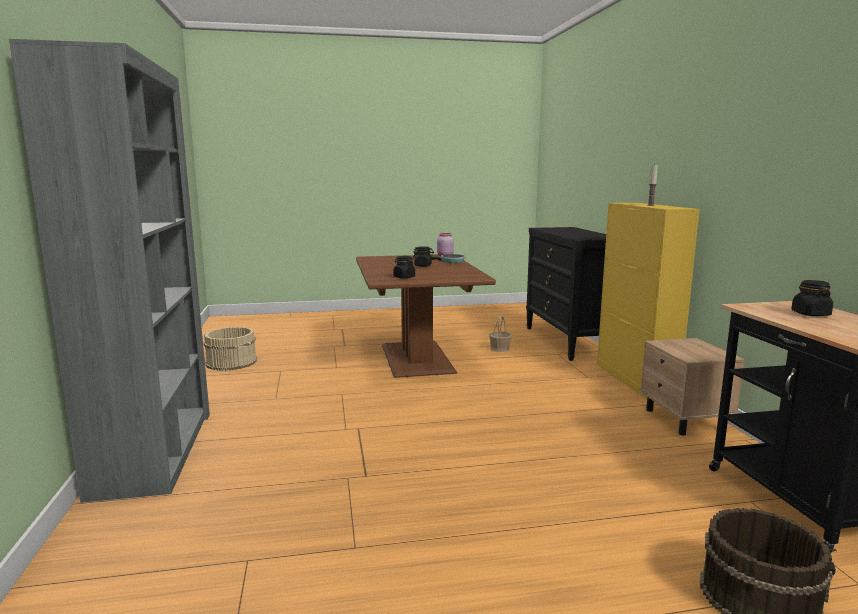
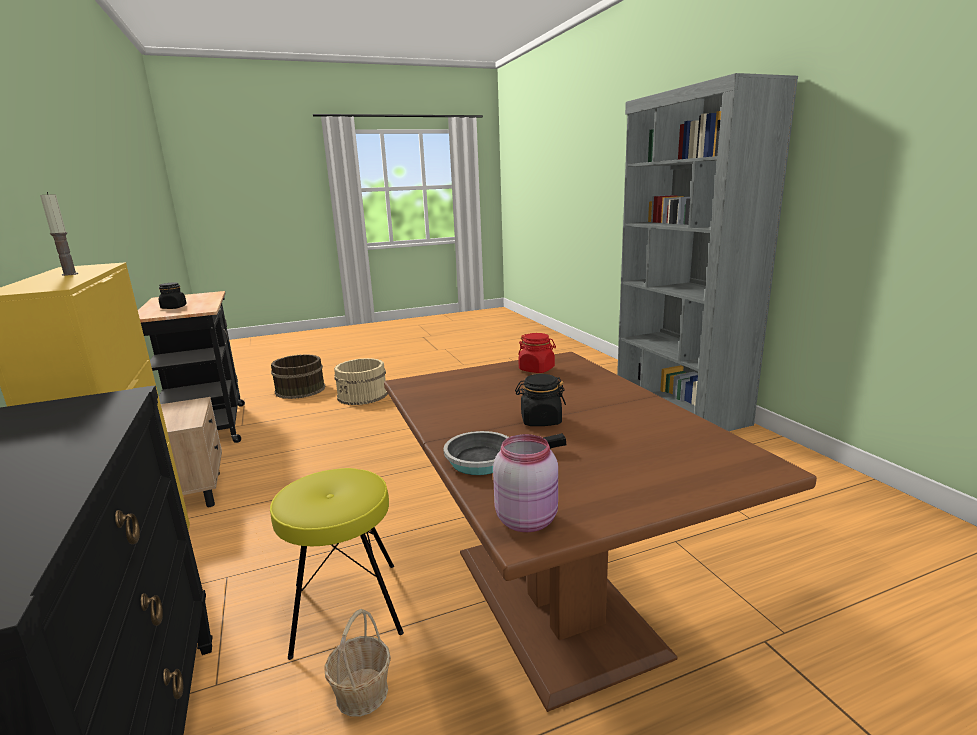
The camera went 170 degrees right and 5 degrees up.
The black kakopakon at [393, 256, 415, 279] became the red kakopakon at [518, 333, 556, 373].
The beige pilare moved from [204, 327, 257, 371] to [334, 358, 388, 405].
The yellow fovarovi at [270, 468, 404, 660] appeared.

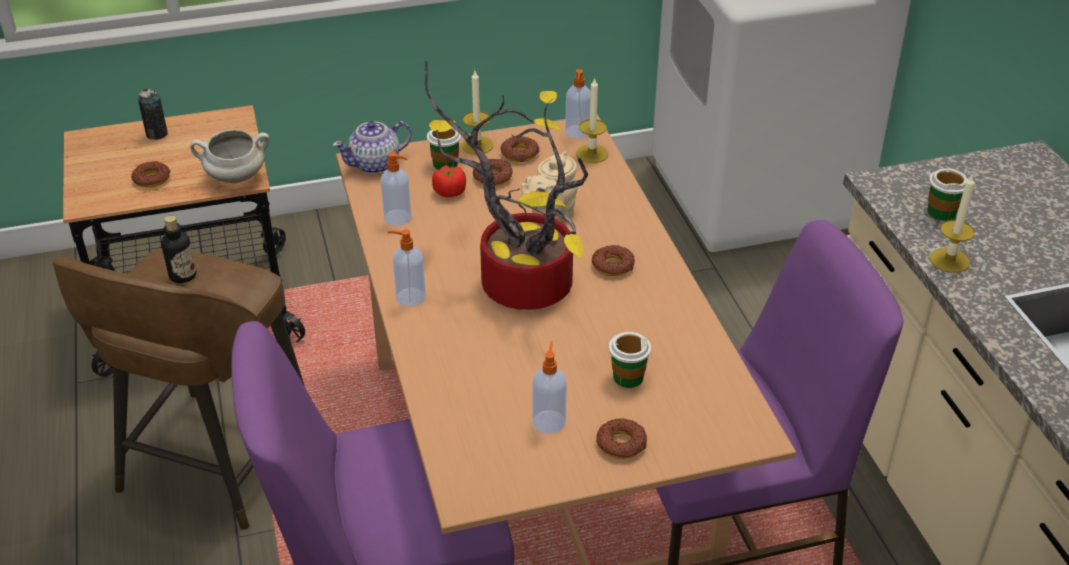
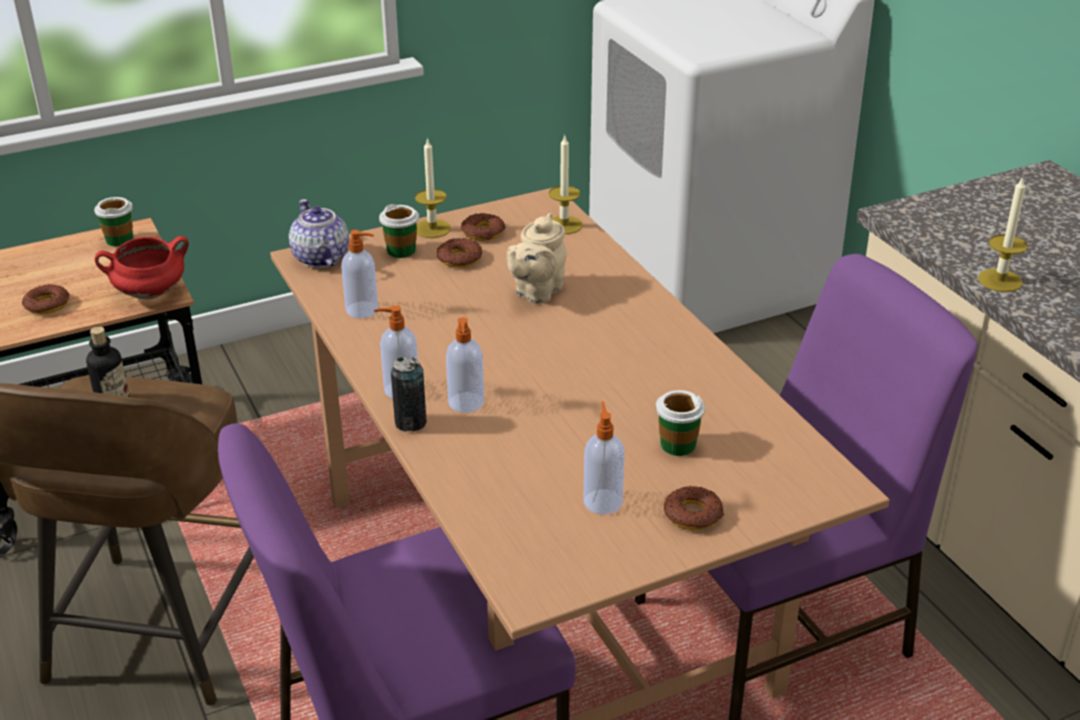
The camera went 10 degrees left and 5 degrees down.
The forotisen at [425, 61, 588, 310] disappeared.
The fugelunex moved from [565, 69, 591, 139] to [446, 317, 484, 413].
The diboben moved from [138, 89, 168, 140] to [391, 357, 427, 432].
The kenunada at [333, 121, 412, 174] turned 105 degrees clockwise.
The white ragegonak at [190, 129, 270, 183] became the red ragegonak at [95, 236, 189, 299].
The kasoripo at [432, 165, 466, 197] disappeared.
The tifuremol moved from [927, 168, 968, 221] to [94, 197, 133, 247].
The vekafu at [591, 245, 635, 276] disappeared.

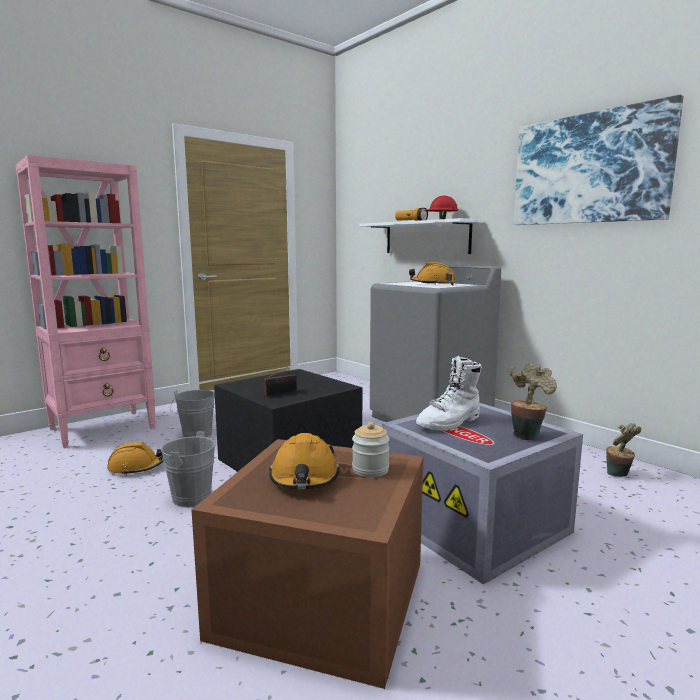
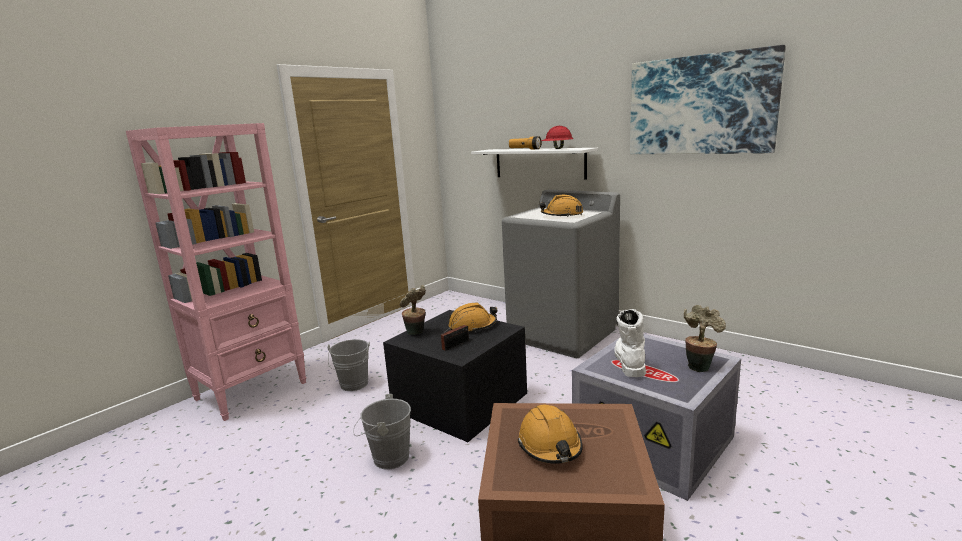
The camera went 10 degrees left and 5 degrees up.
The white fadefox at [416, 356, 482, 431] turned 150 degrees clockwise.
The kakopakon at [352, 422, 389, 477] disappeared.
The forotisen moved from [606, 423, 641, 477] to [400, 285, 426, 335].
The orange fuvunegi moved from [107, 442, 164, 476] to [449, 302, 497, 332].

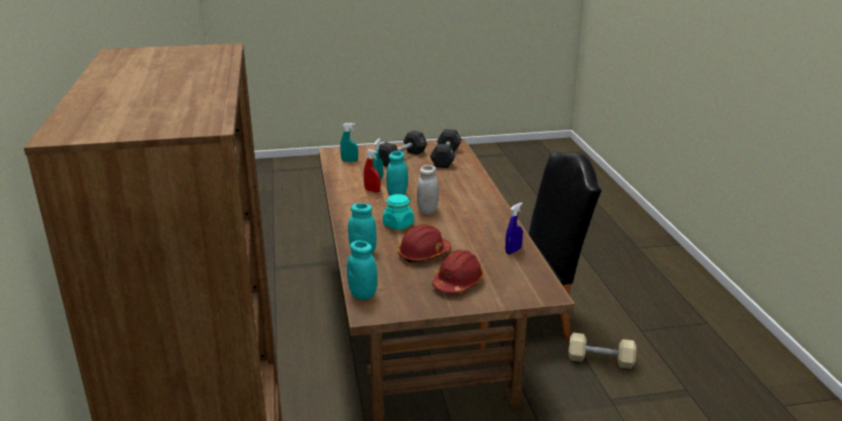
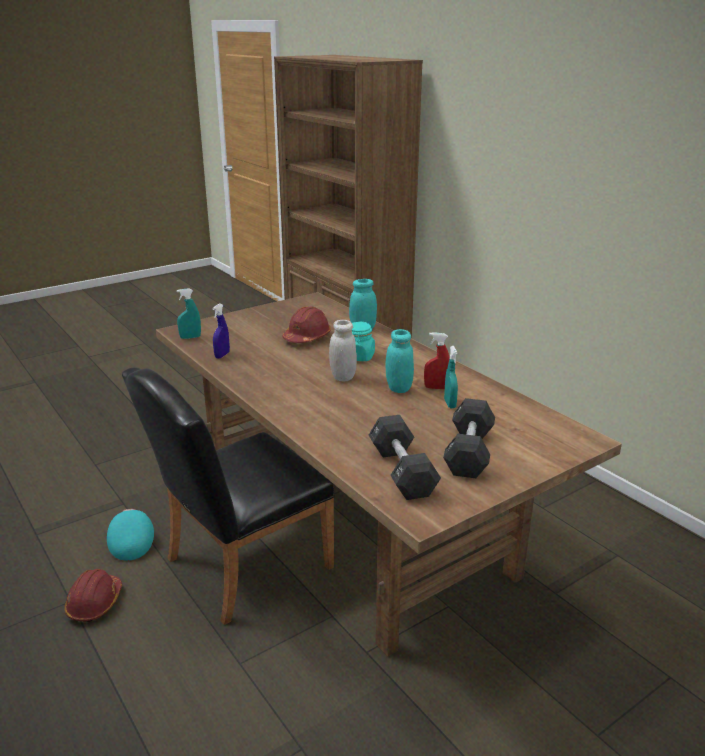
The camera went 155 degrees right and 0 degrees up.
The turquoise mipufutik moved from [340, 123, 358, 162] to [177, 288, 201, 339].
The turquoise kakopakon at [347, 240, 377, 300] disappeared.
The red fuvunegi moved from [432, 250, 484, 293] to [64, 569, 122, 622].
The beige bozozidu at [568, 333, 636, 369] was replaced by the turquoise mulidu at [107, 509, 154, 561].

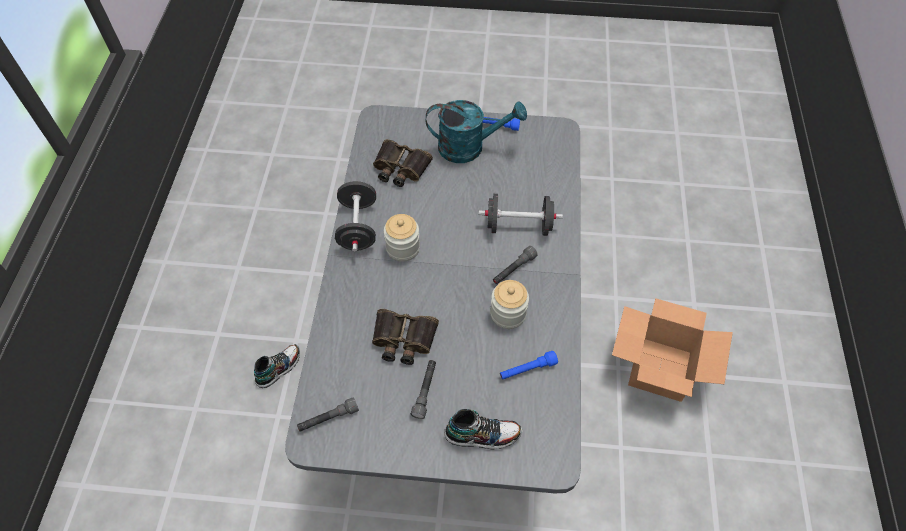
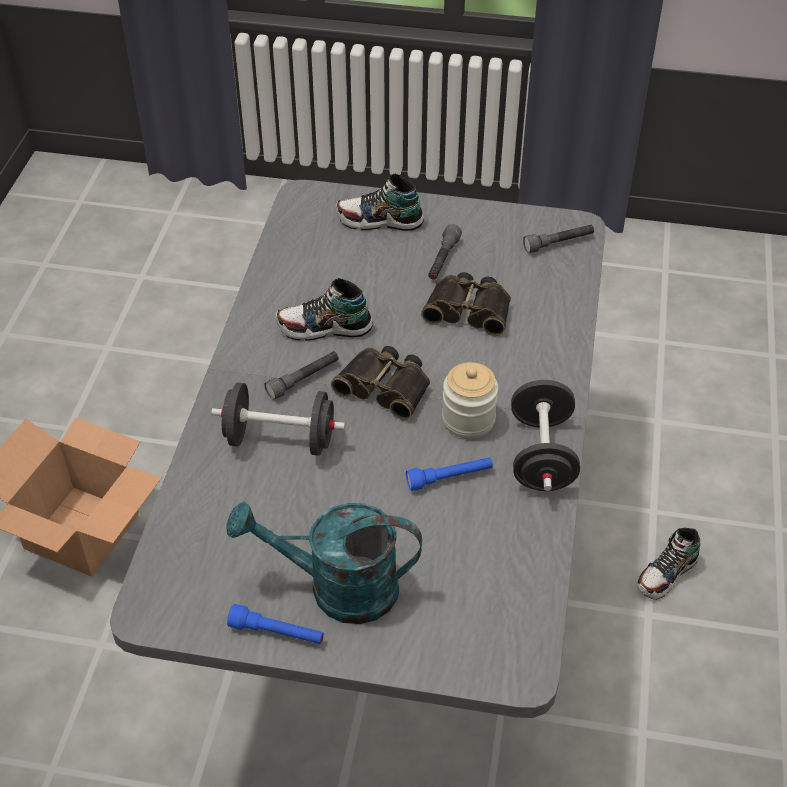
The camera went 175 degrees left and 10 degrees down.
The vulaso moved from [373, 139, 433, 187] to [331, 346, 430, 420].
The kakopakon at [490, 280, 529, 329] was replaced by the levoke at [275, 278, 373, 341].
The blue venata moved from [500, 351, 558, 380] to [406, 457, 493, 491].

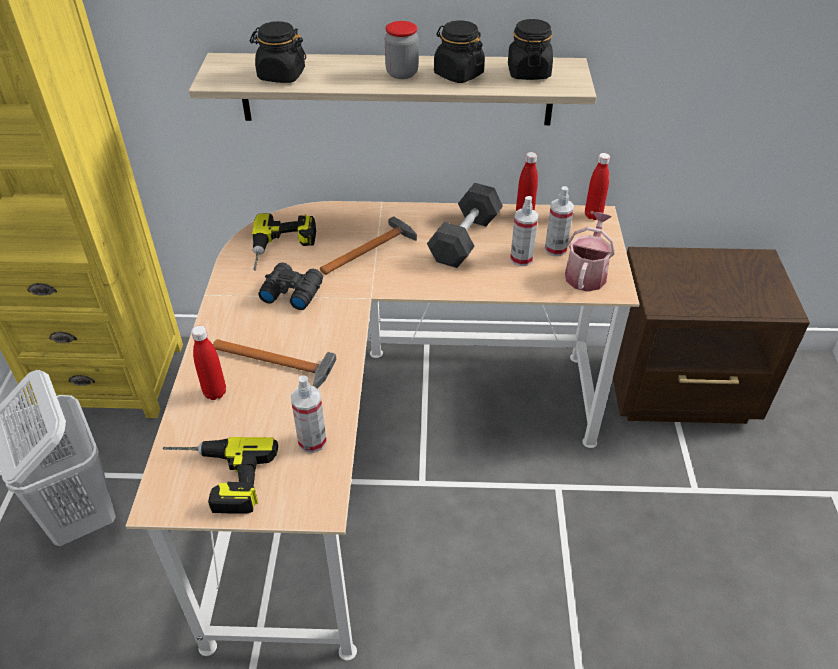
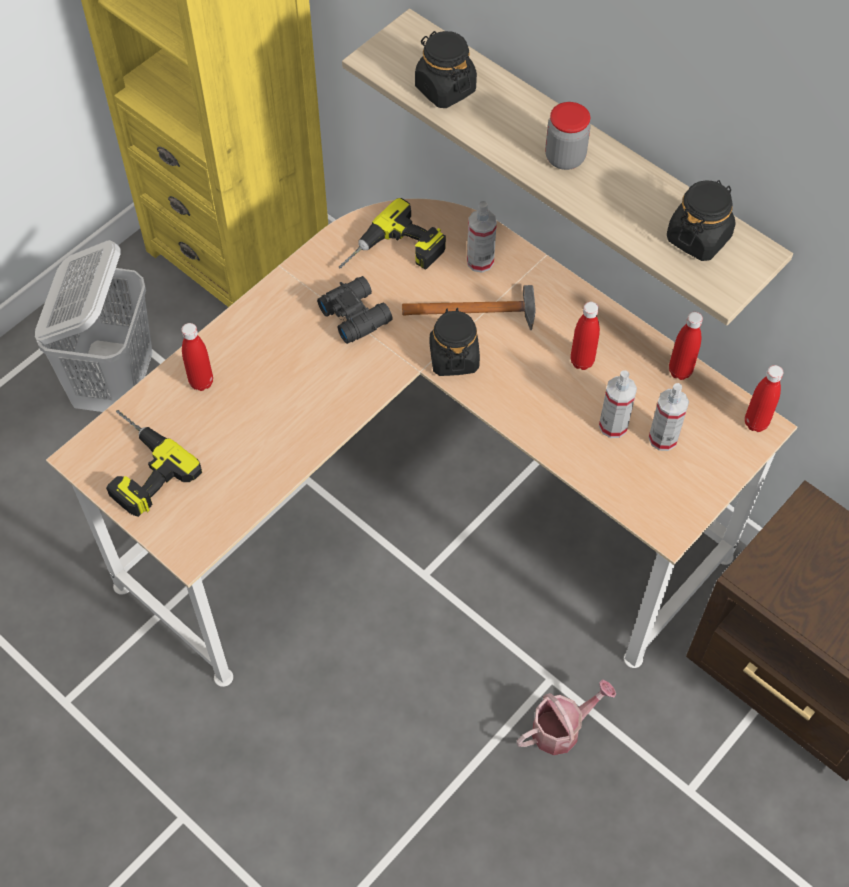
The camera went 40 degrees right and 15 degrees up.
The black kakopakon moved from [434, 21, 485, 83] to [430, 308, 480, 376].
The grey bozozidu at [427, 183, 503, 268] was replaced by the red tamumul at [570, 302, 600, 370].
The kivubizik moved from [565, 212, 615, 292] to [517, 679, 616, 755].
The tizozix at [213, 339, 336, 389] disappeared.
The mipufutik moved from [291, 375, 327, 453] to [467, 201, 497, 273].

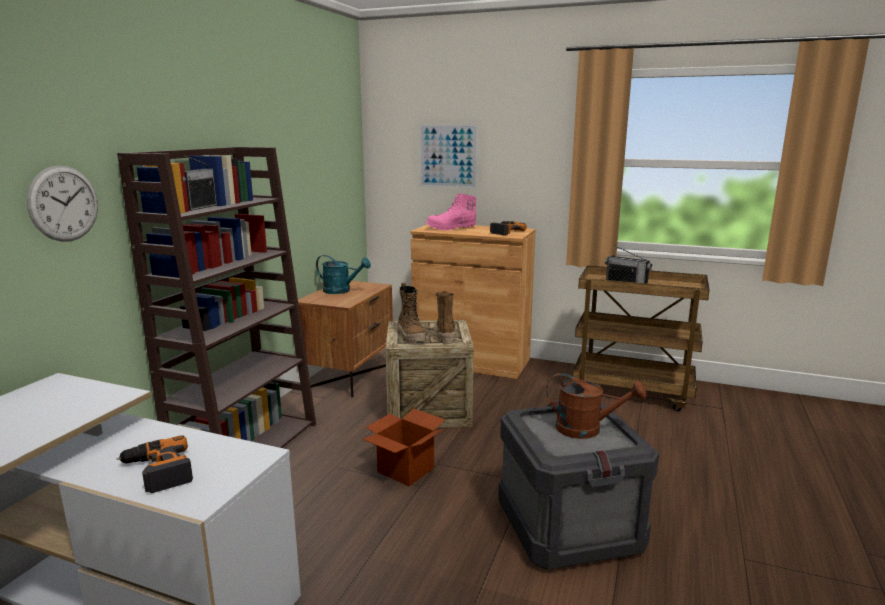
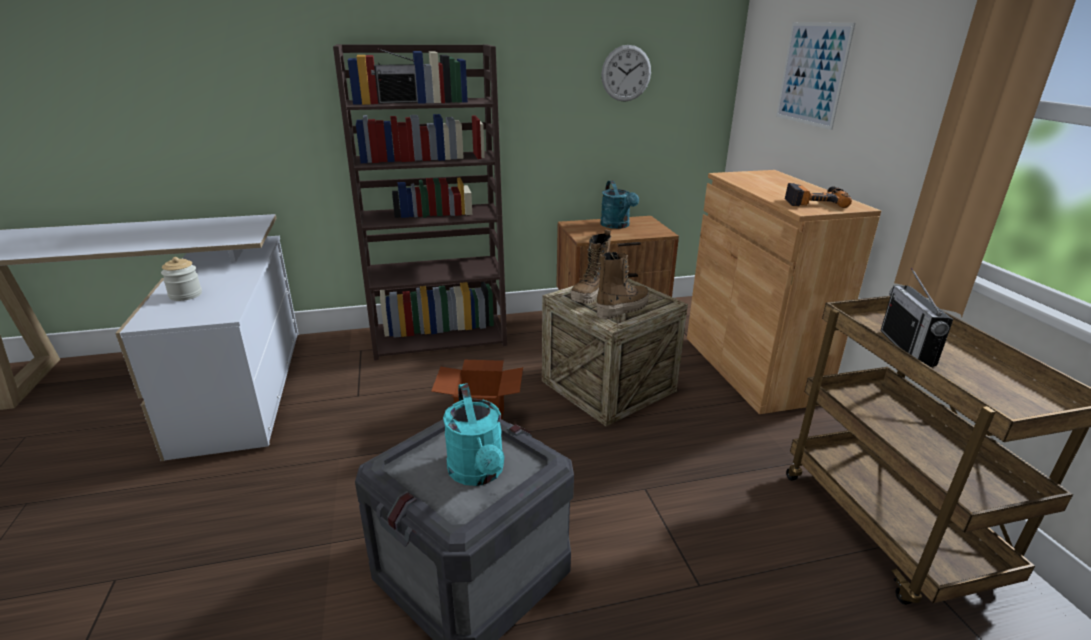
The camera went 55 degrees right and 10 degrees up.
The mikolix moved from [27, 166, 98, 242] to [601, 45, 651, 102].
The pink fadefox at [426, 193, 477, 230] disappeared.
The brown kivubizik at [546, 373, 646, 439] became the turquoise kivubizik at [443, 383, 504, 486].
The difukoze at [117, 435, 193, 493] was replaced by the kakopakon at [161, 257, 202, 301].

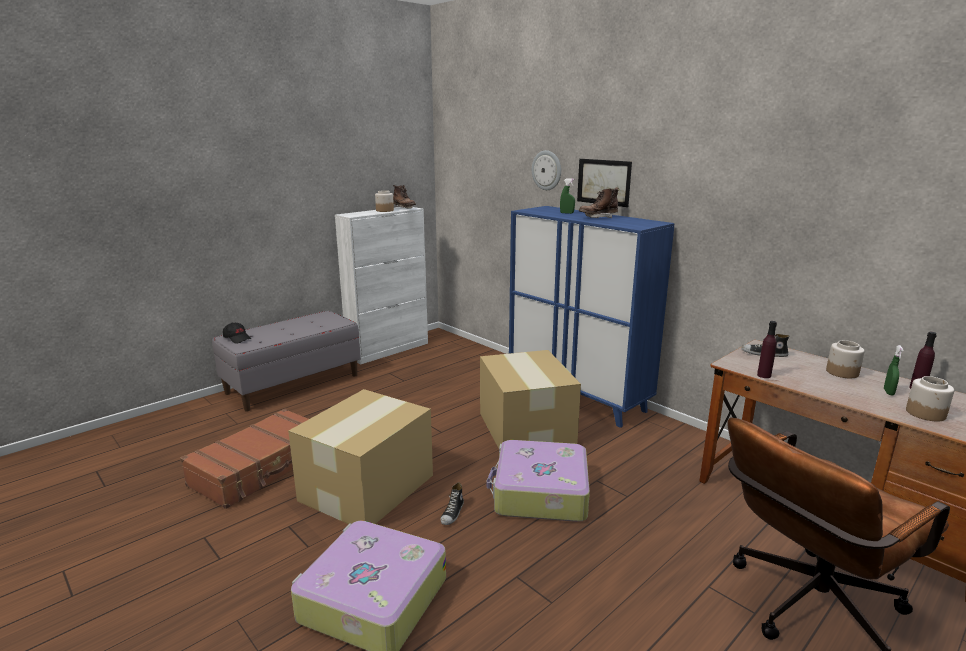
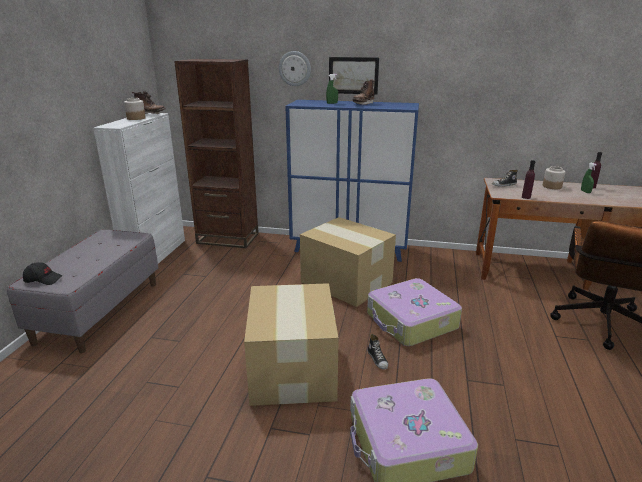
The camera went 35 degrees left and 5 degrees up.
The kakopakon at [906, 376, 954, 421] disappeared.
The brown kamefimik at [180, 409, 309, 509] disappeared.
The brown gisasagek at [174, 59, 259, 248] appeared.

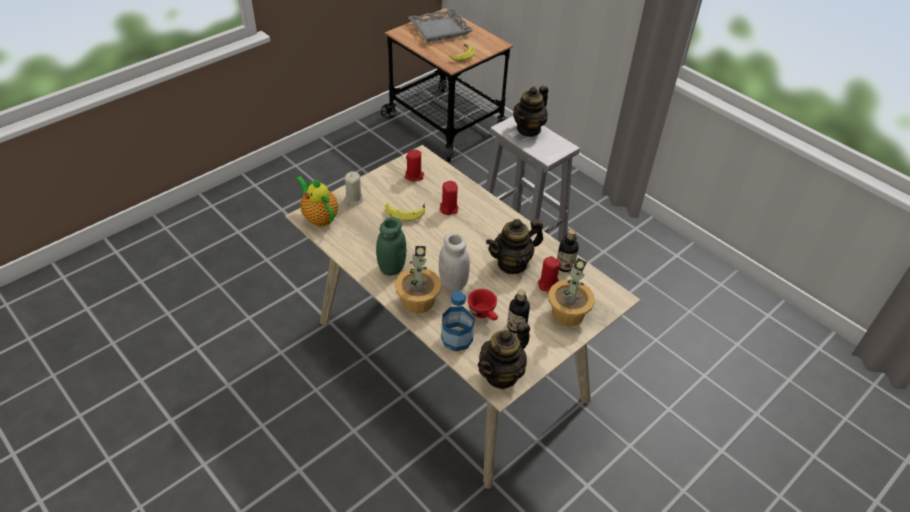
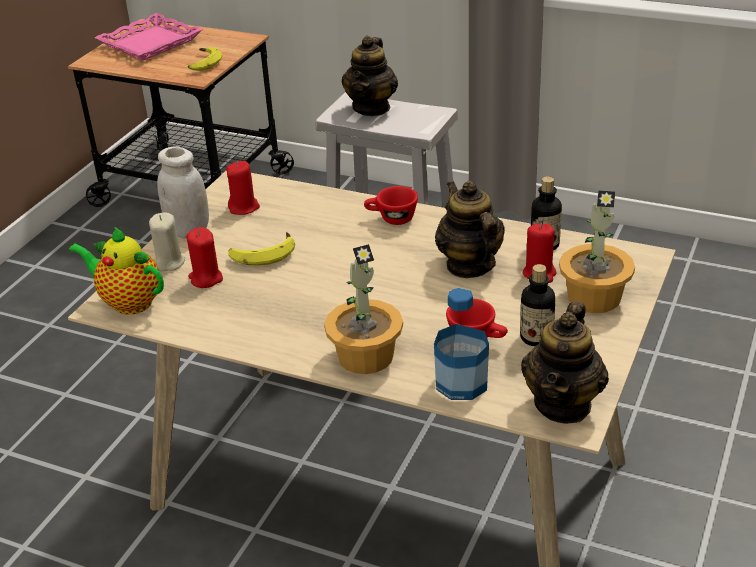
The camera went 20 degrees left and 10 degrees down.
The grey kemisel at [408, 9, 473, 42] became the pink kemisel at [95, 13, 203, 60].
The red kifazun moved from [440, 181, 458, 215] to [186, 227, 223, 288].
The green kakopakon at [376, 217, 406, 276] disappeared.
The kenunada at [486, 219, 543, 274] turned 120 degrees clockwise.
The white kakopakon moved from [439, 233, 470, 291] to [157, 146, 209, 239].
The red tifuremol at [364, 186, 418, 225] appeared.

